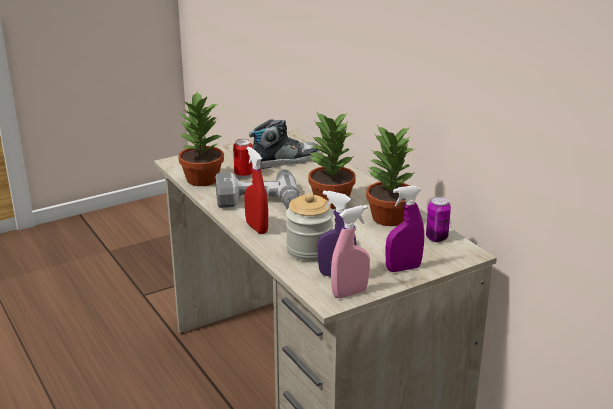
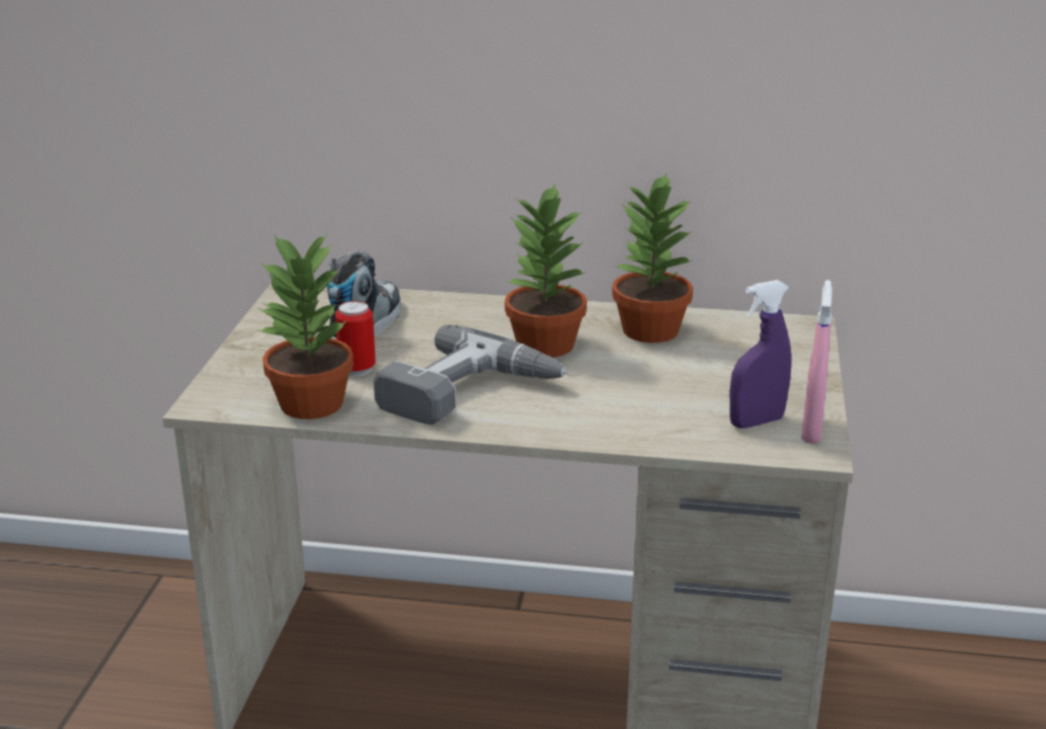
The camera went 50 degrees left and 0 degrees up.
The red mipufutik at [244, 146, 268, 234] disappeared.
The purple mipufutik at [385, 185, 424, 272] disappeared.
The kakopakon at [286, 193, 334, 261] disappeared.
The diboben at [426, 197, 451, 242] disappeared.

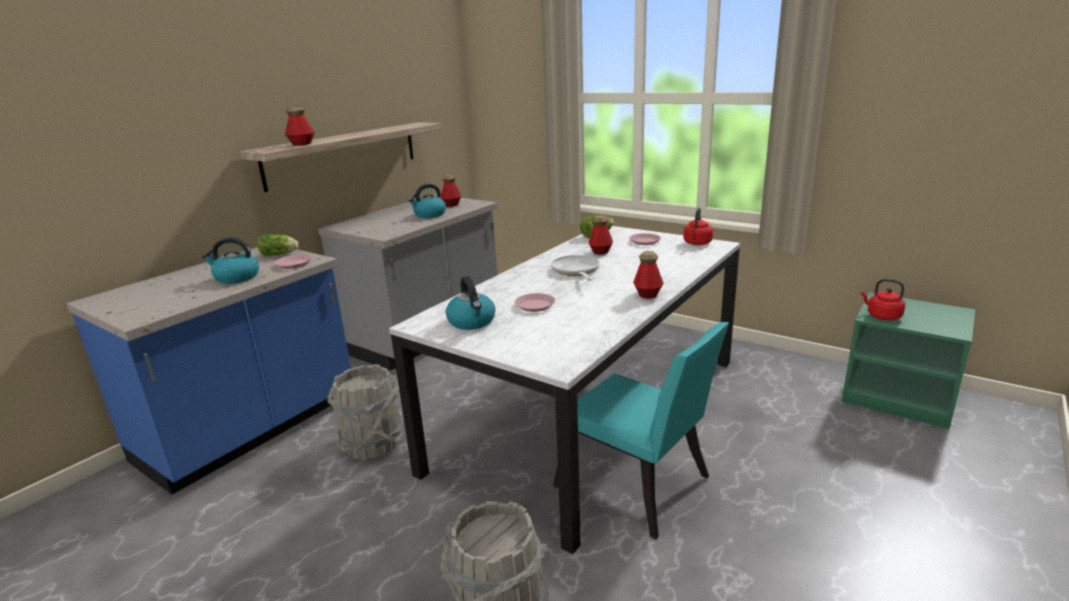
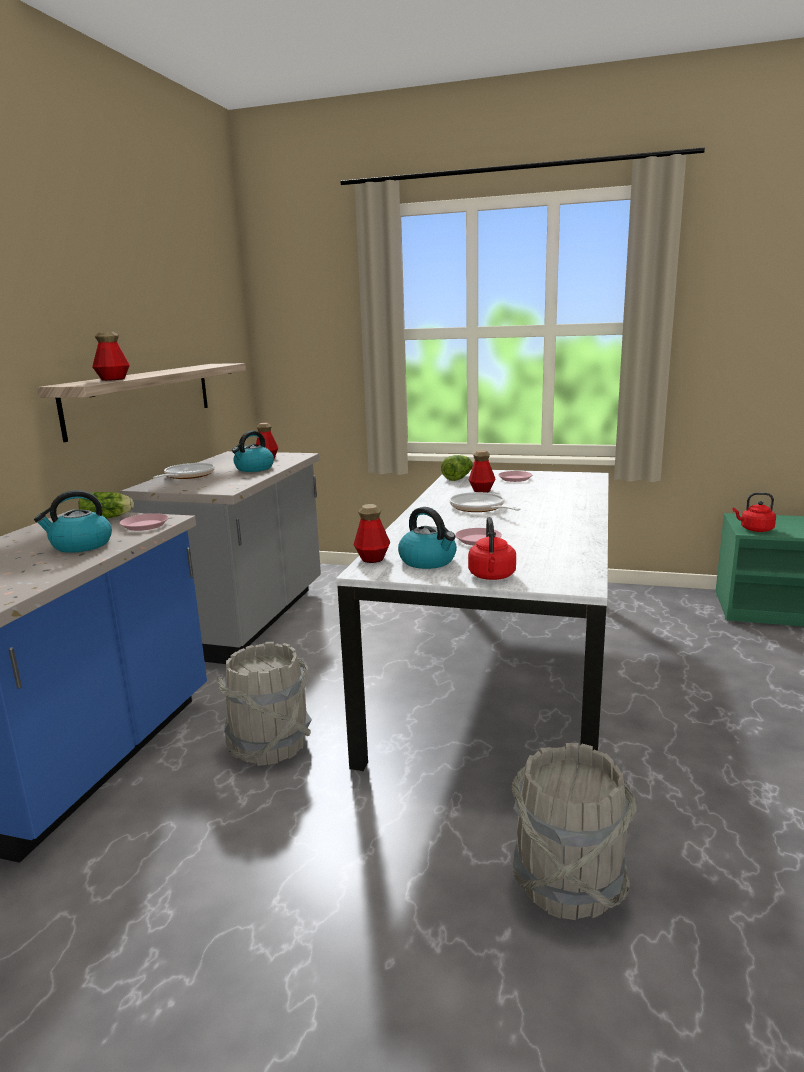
The camera went 20 degrees left and 5 degrees down.
The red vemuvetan moved from [683, 208, 713, 245] to [468, 517, 516, 580].
The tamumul moved from [633, 251, 664, 299] to [354, 504, 390, 563].
The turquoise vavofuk at [553, 322, 729, 539] disappeared.
The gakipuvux at [153, 463, 215, 479] appeared.

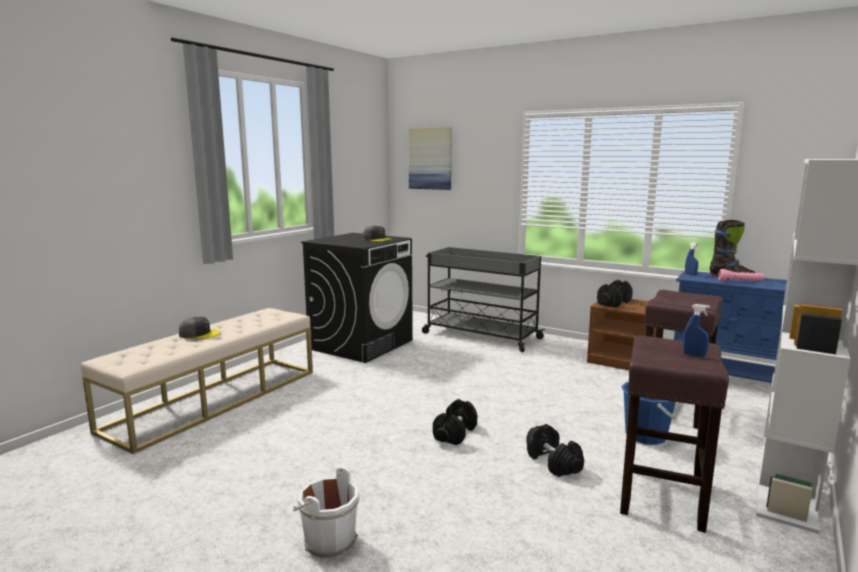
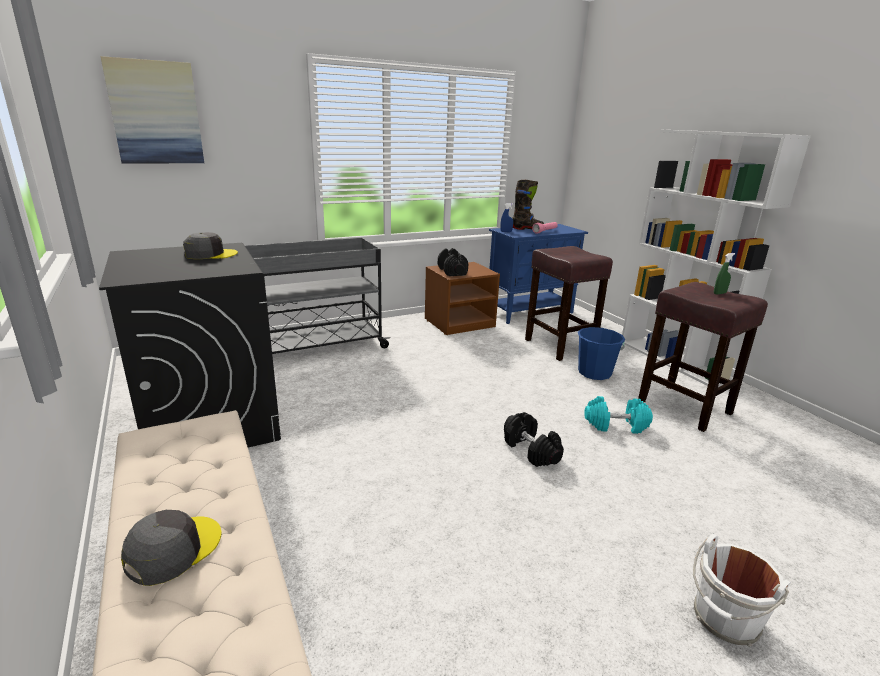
The camera went 60 degrees left and 10 degrees up.
The blue mipufutik at [683, 304, 710, 357] became the green mipufutik at [714, 253, 735, 295].
The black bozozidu at [526, 424, 584, 477] became the turquoise bozozidu at [584, 396, 653, 434].

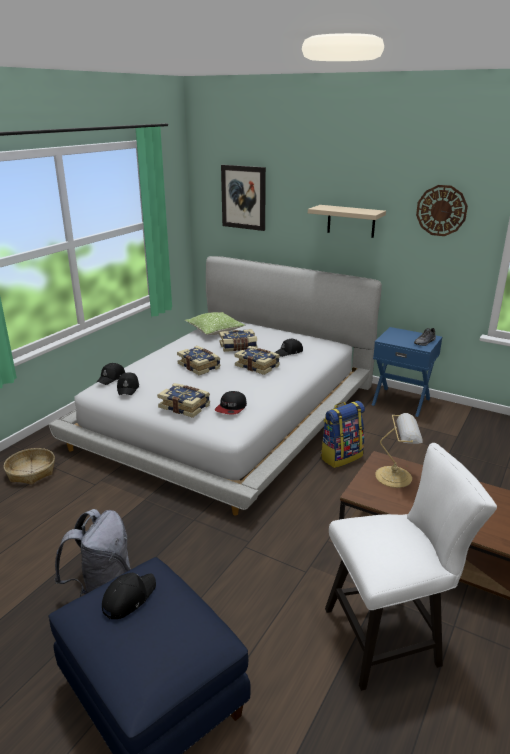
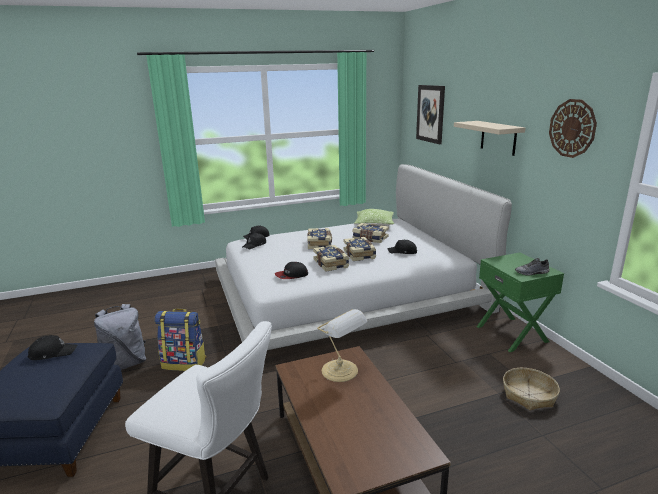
The camera went 40 degrees right and 5 degrees down.
The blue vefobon at [372, 327, 442, 417] became the green vefobon at [477, 252, 564, 352].
The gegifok moved from [157, 383, 210, 418] to [313, 245, 349, 272].
The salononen moved from [321, 401, 365, 468] to [154, 309, 206, 371].
The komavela moved from [4, 448, 55, 485] to [503, 368, 560, 410].

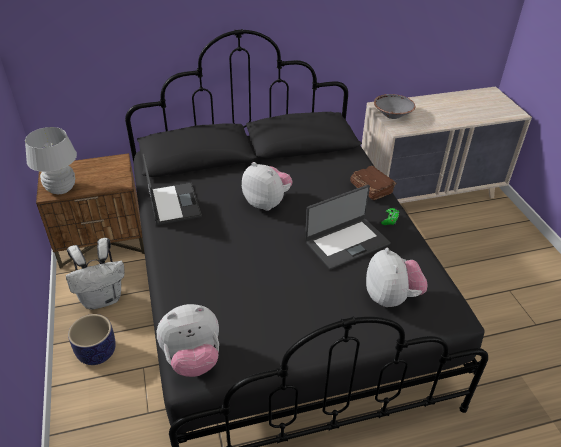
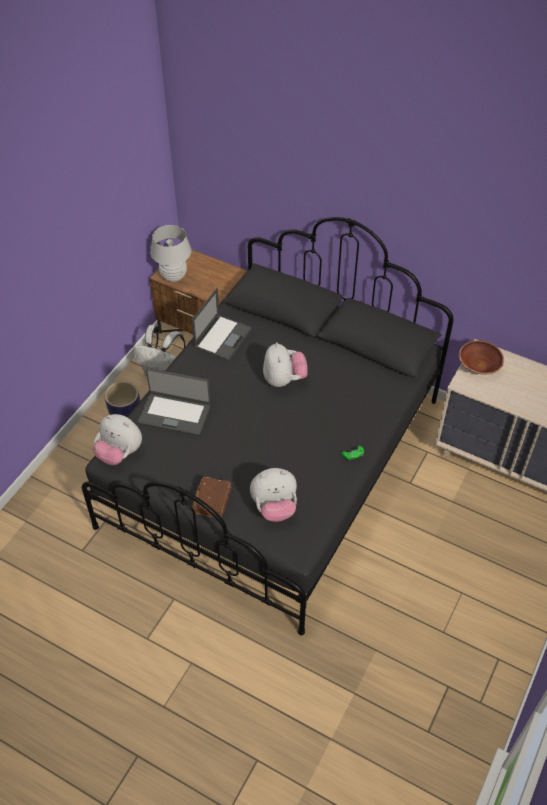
The camera went 45 degrees right and 10 degrees up.
The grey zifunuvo at [374, 94, 415, 119] became the brown zifunuvo at [459, 340, 504, 375].
The brown gegifok moved from [350, 166, 396, 200] to [192, 476, 232, 518].
The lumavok moved from [305, 185, 391, 270] to [138, 368, 211, 435].
The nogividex at [366, 248, 427, 307] turned 45 degrees clockwise.

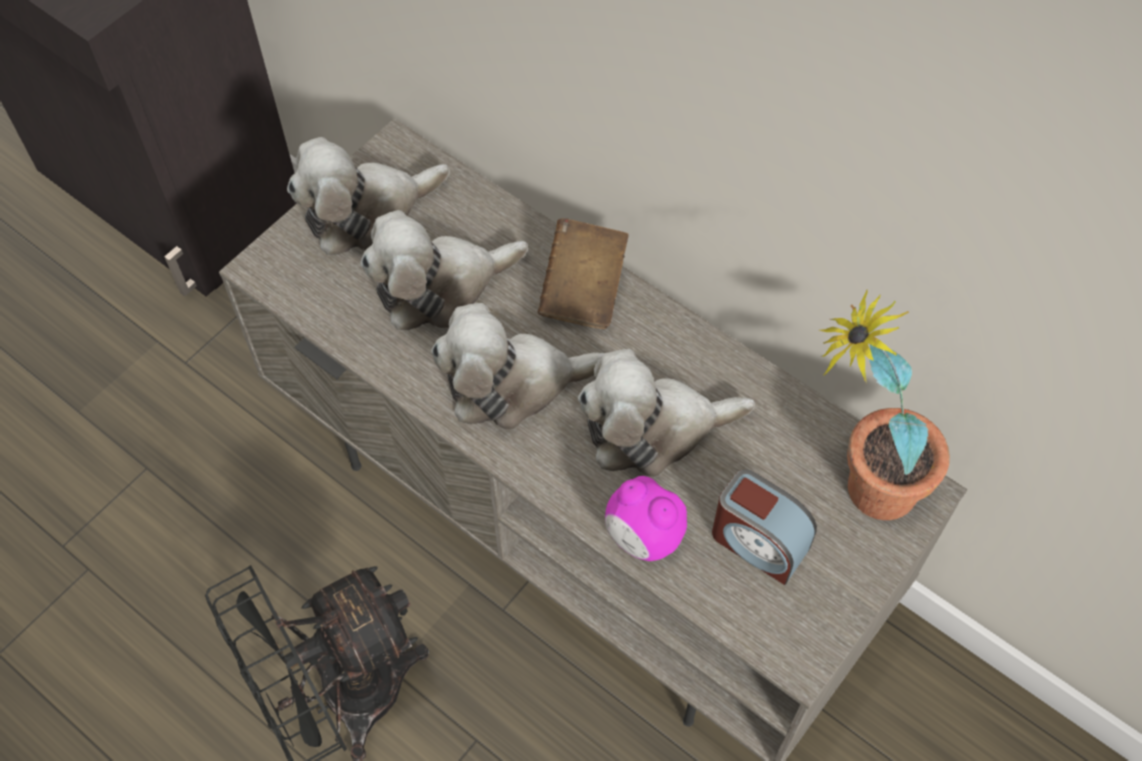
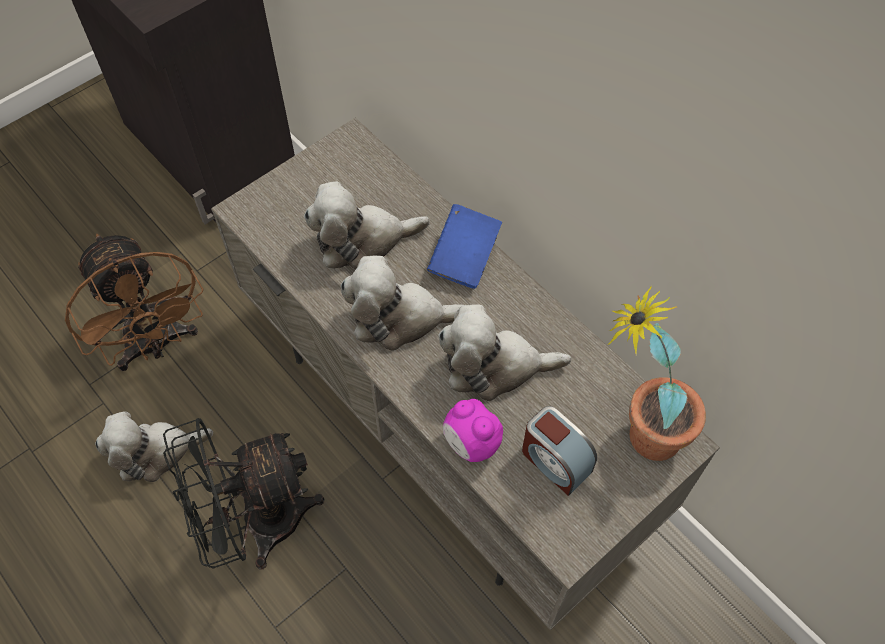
The camera went 10 degrees right and 0 degrees up.
The nogividex moved from [287, 137, 450, 255] to [95, 411, 213, 482].
The brown gegifok at [538, 218, 629, 329] became the blue gegifok at [427, 204, 502, 289].
The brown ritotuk at [65, 234, 203, 371] appeared.

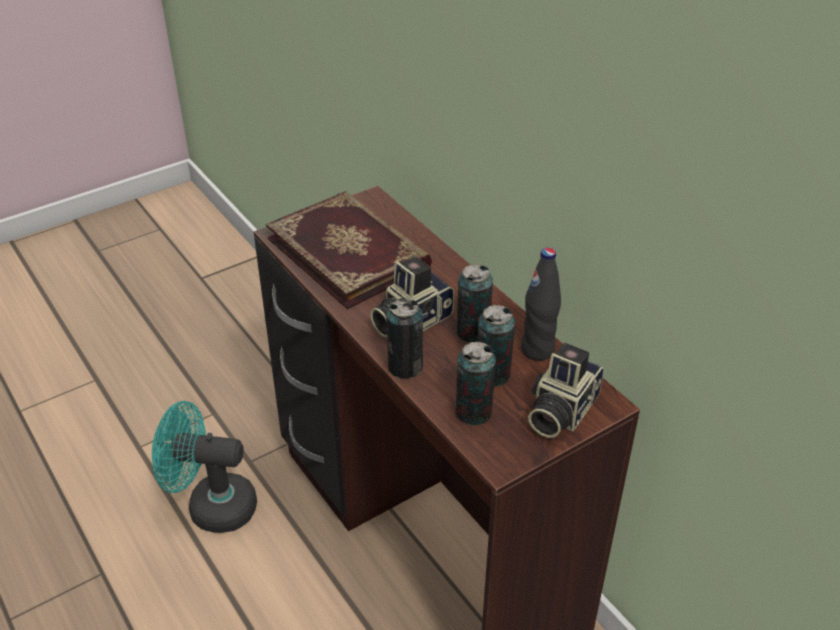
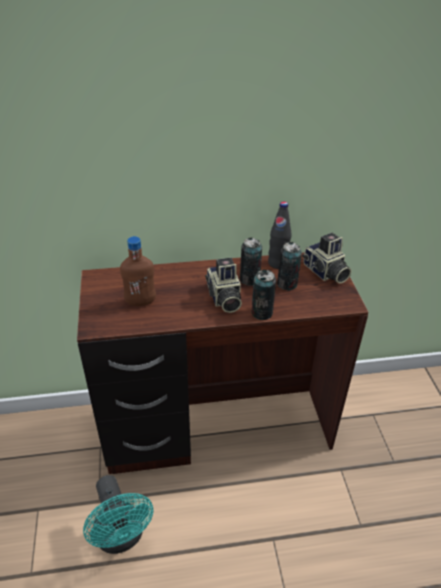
The camera went 65 degrees left and 0 degrees up.
The gegifok at [266, 191, 432, 309] was replaced by the brown tamumul at [120, 236, 156, 306].
The diboben at [455, 342, 496, 425] disappeared.
The turquoise ritotuk at [152, 401, 257, 533] turned 60 degrees counterclockwise.

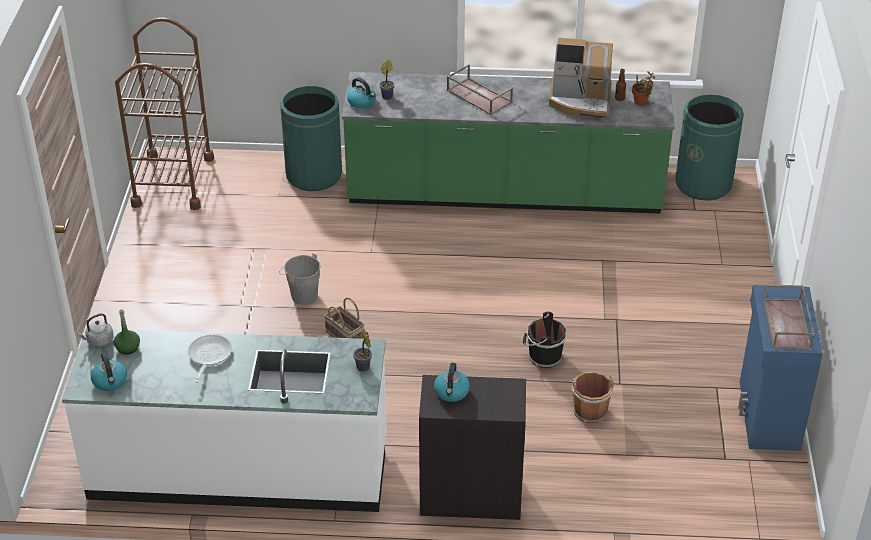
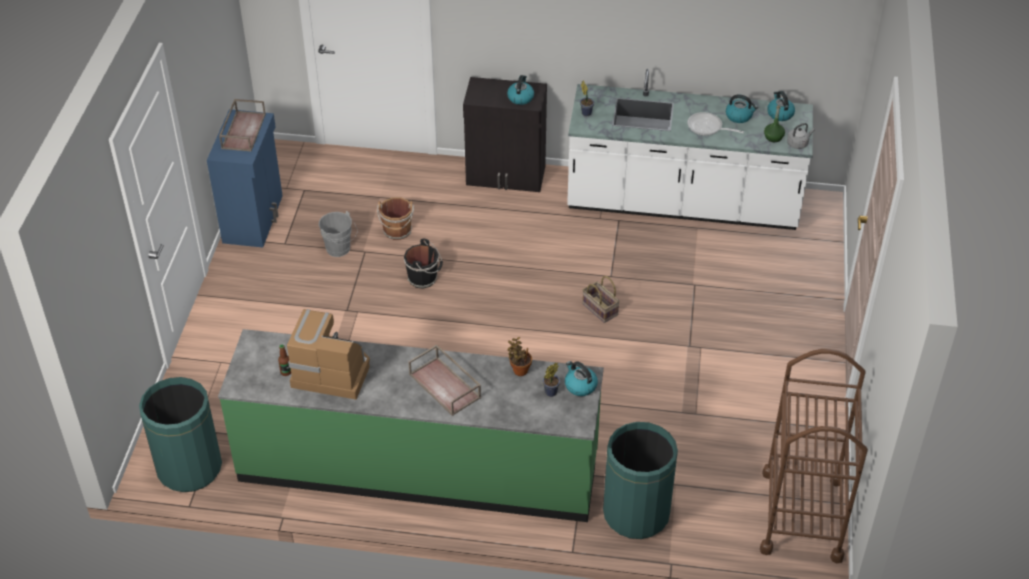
The camera went 175 degrees left and 5 degrees up.
The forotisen moved from [632, 71, 655, 105] to [508, 337, 532, 376].
The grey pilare moved from [279, 253, 321, 305] to [319, 211, 358, 257].
The gakipuvux at [188, 334, 232, 383] turned 105 degrees clockwise.
The vemuvetan at [726, 95, 758, 123] appeared.

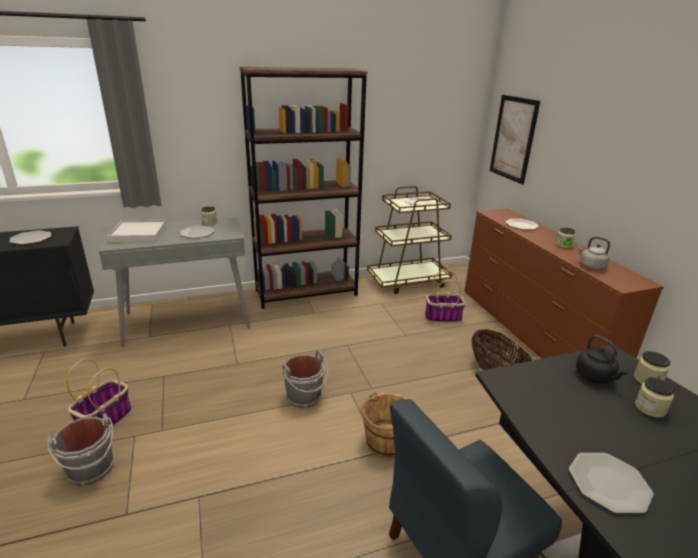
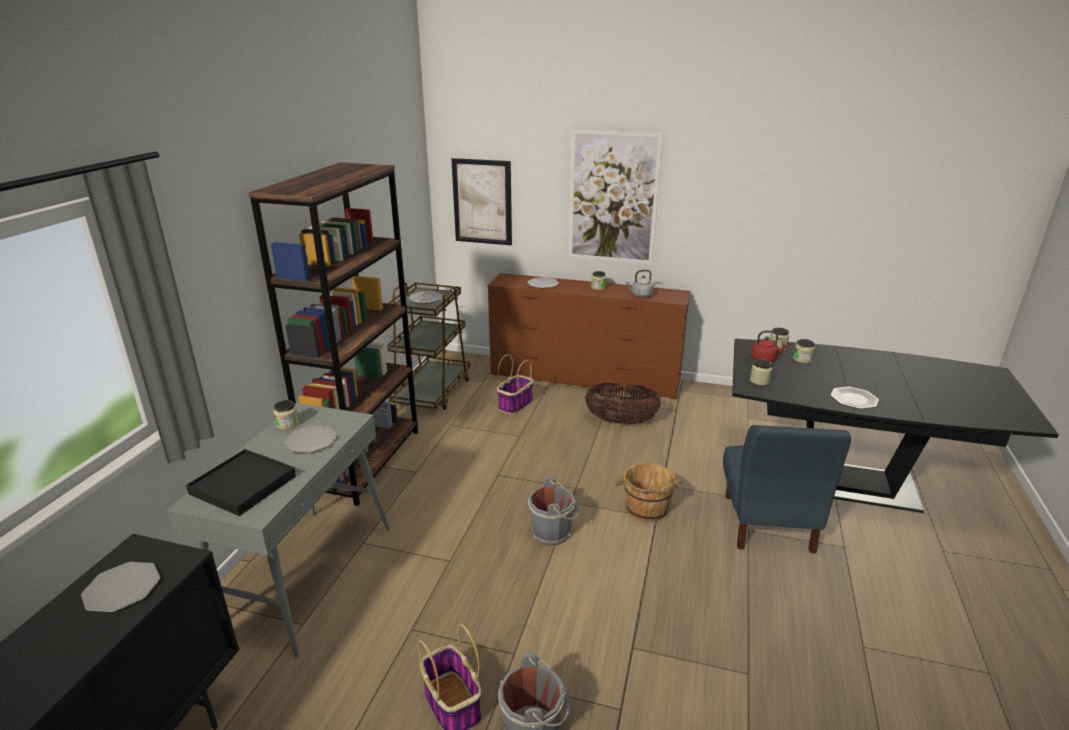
The camera went 55 degrees left and 0 degrees up.
The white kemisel at [107, 220, 167, 242] became the black kemisel at [186, 449, 296, 516].
The black vemuvetan at [576, 335, 628, 384] became the red vemuvetan at [751, 330, 788, 362].
The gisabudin at [568, 129, 663, 264] appeared.
The kakopakon at [750, 359, 772, 385] appeared.

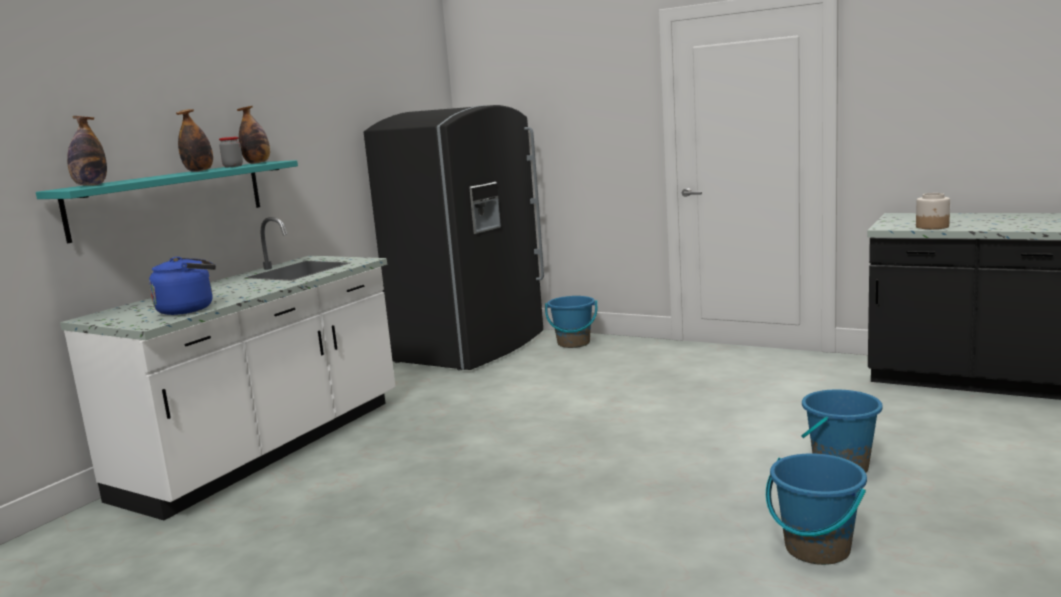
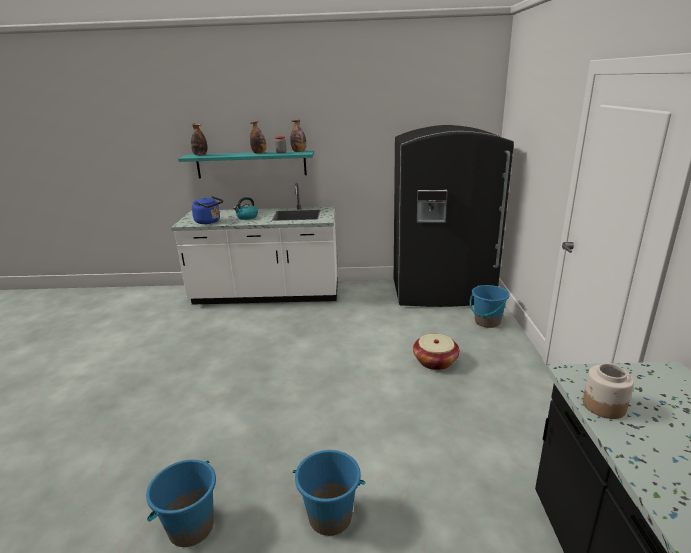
The camera went 60 degrees right and 10 degrees up.
The vemuvetan at [233, 197, 258, 220] appeared.
The komavela at [413, 334, 460, 370] appeared.

